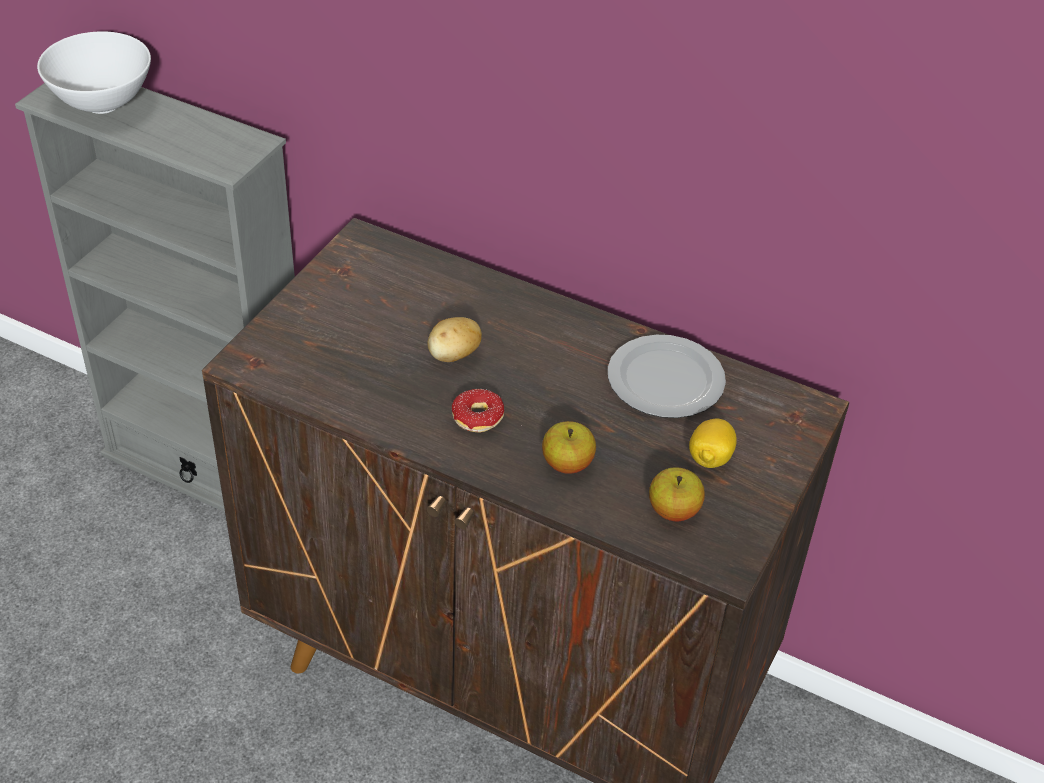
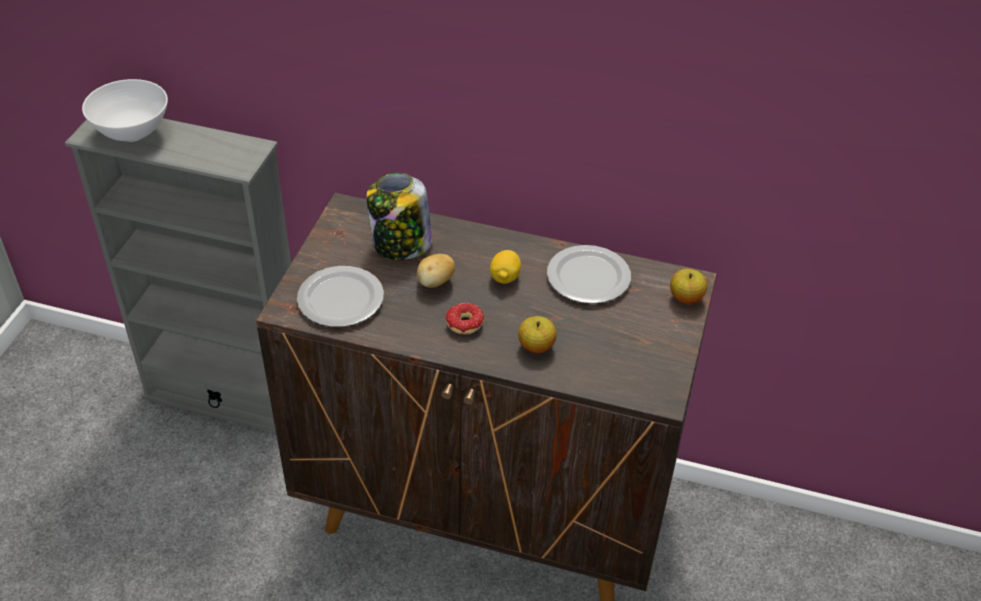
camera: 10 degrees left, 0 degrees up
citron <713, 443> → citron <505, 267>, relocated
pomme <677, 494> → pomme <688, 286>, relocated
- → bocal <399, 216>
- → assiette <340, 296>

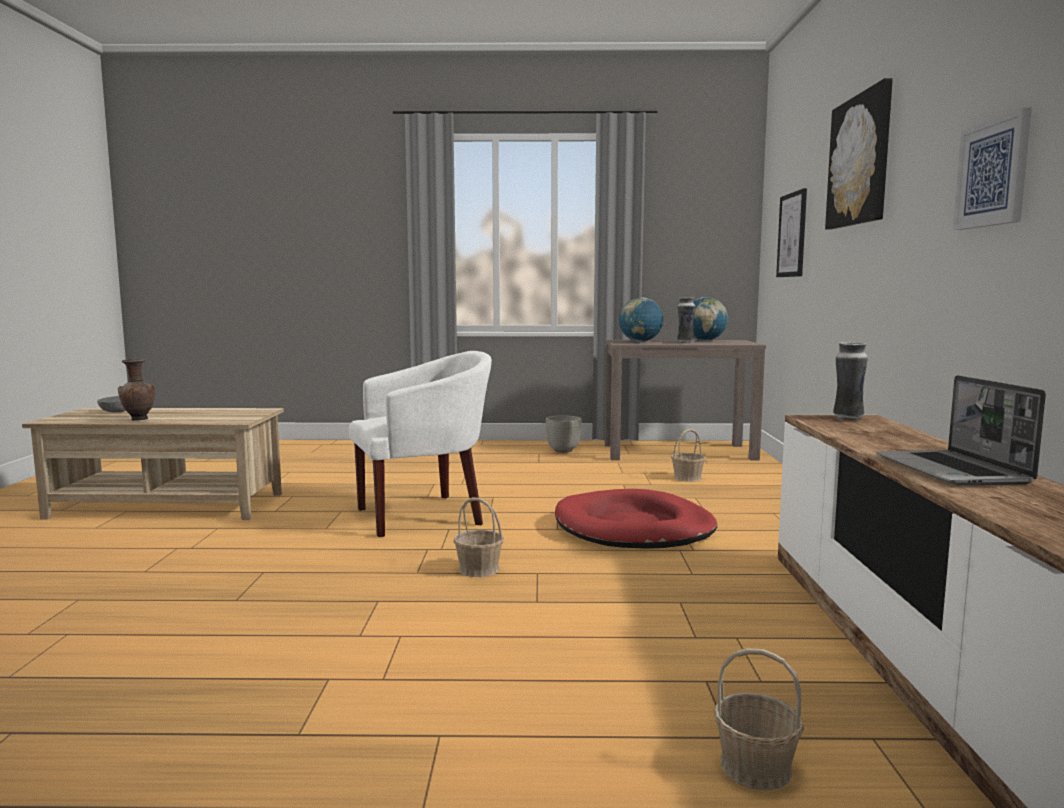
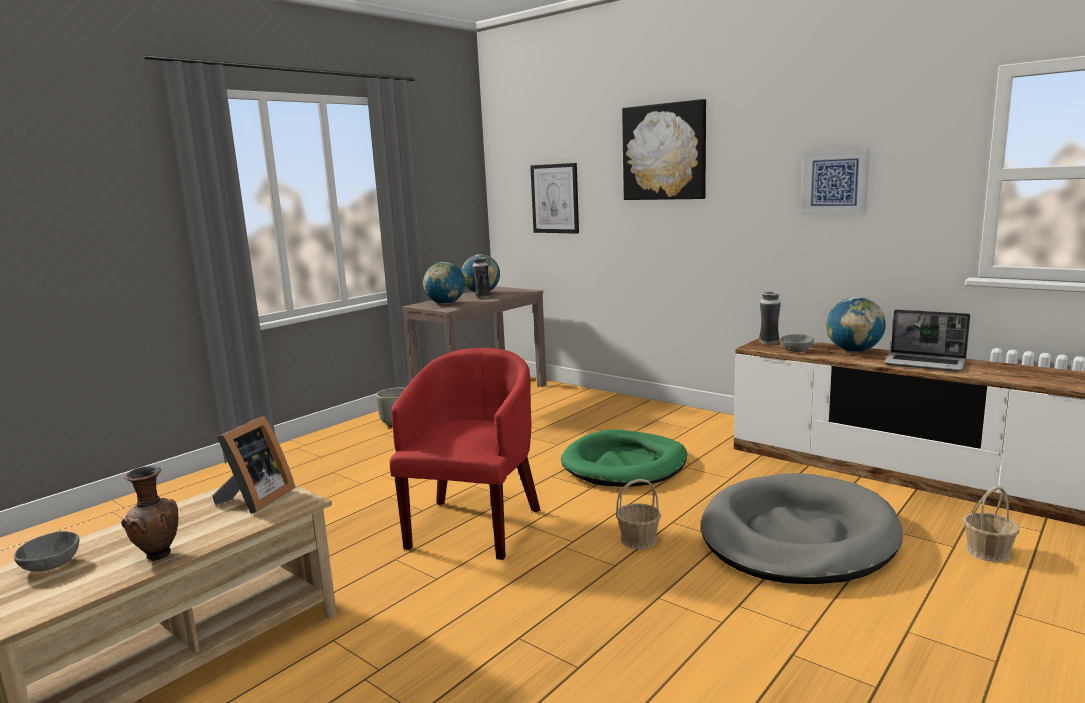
camera: 50 degrees left, 5 degrees up
fauteuil/blanc <420, 444> → fauteuil/rouge <465, 454>
panier <688, 455> → -
panier pour chien/rouge <636, 519> → panier pour chien/vert <624, 458>
- → globe <856, 324>
- → bol/gris <797, 343>
- → cadre photo <253, 465>
- → panier pour chien/gris <802, 528>

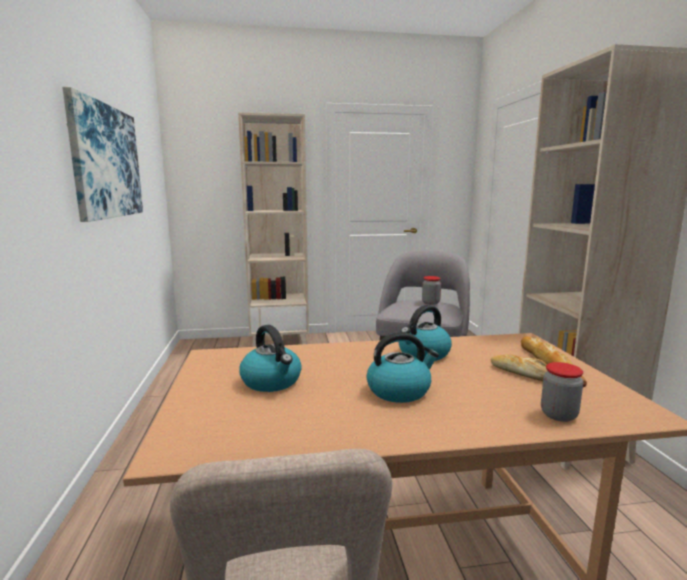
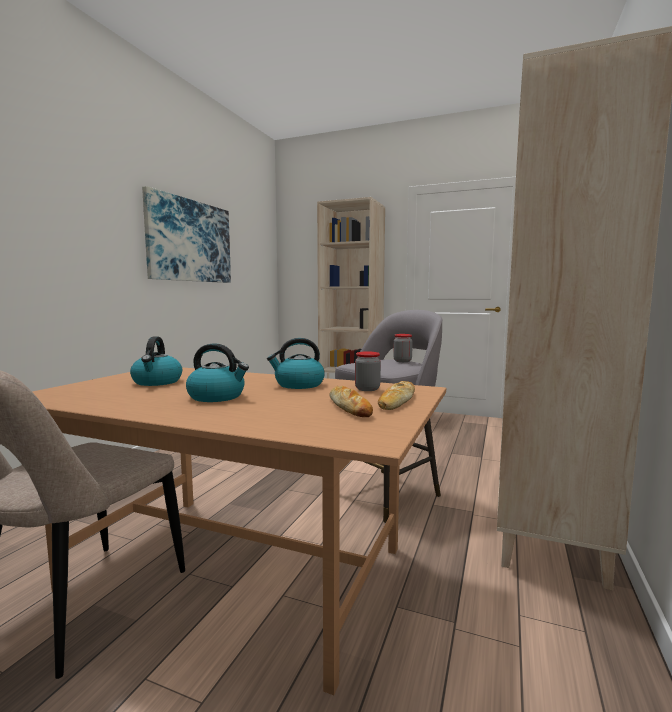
camera: 30 degrees right, 5 degrees down
bocal <562, 392> → bocal <368, 371>, relocated

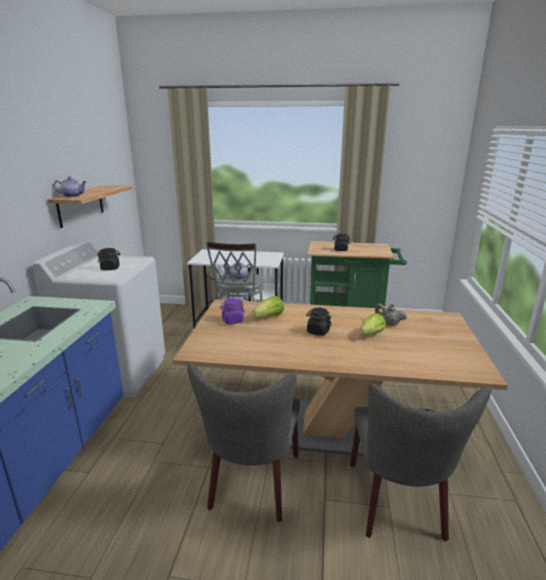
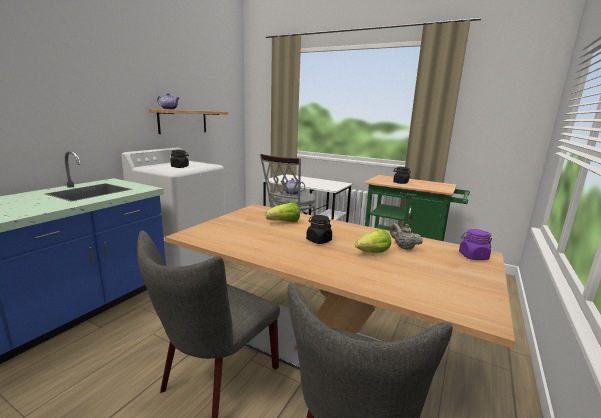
camera: 20 degrees right, 5 degrees down
bocal/violet <232, 311> → bocal/violet <475, 244>, relocated

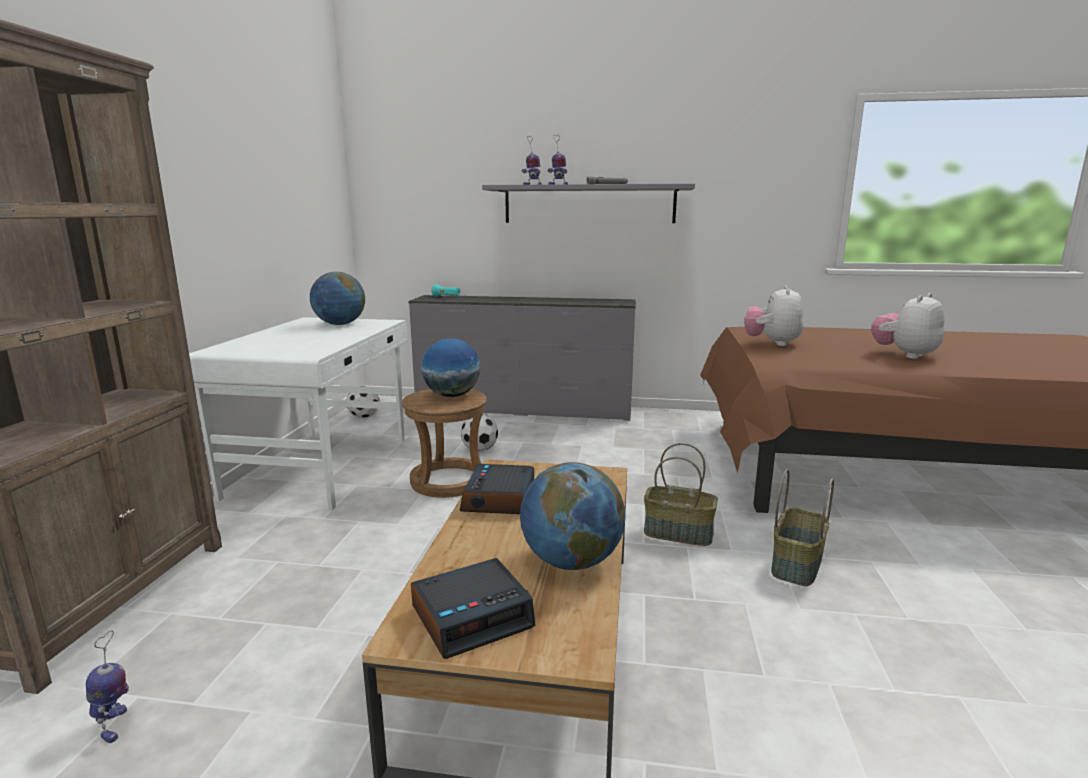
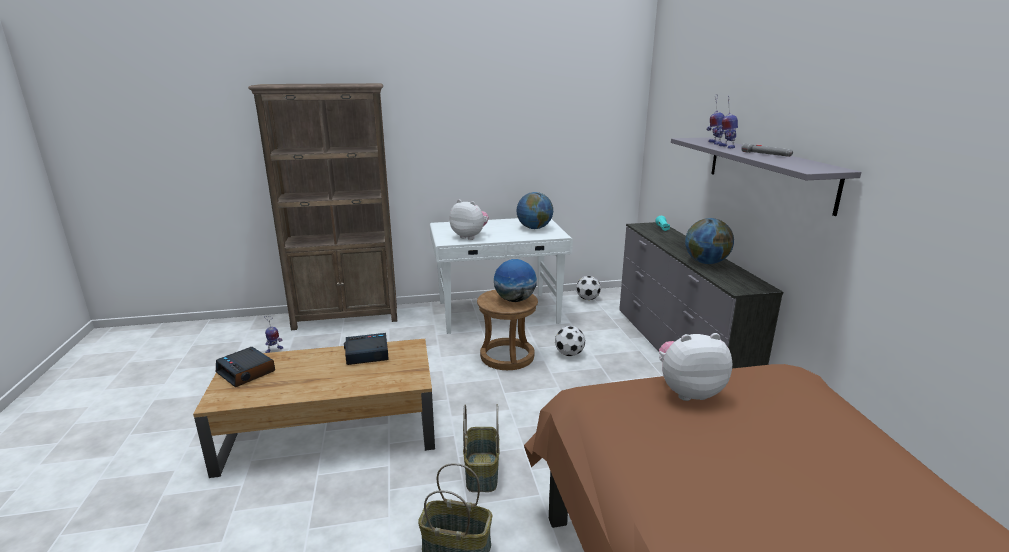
camera: 70 degrees right, 5 degrees up
peluche <908, 326> → peluche <469, 219>, relocated
globe <573, 516> → globe <709, 241>, relocated

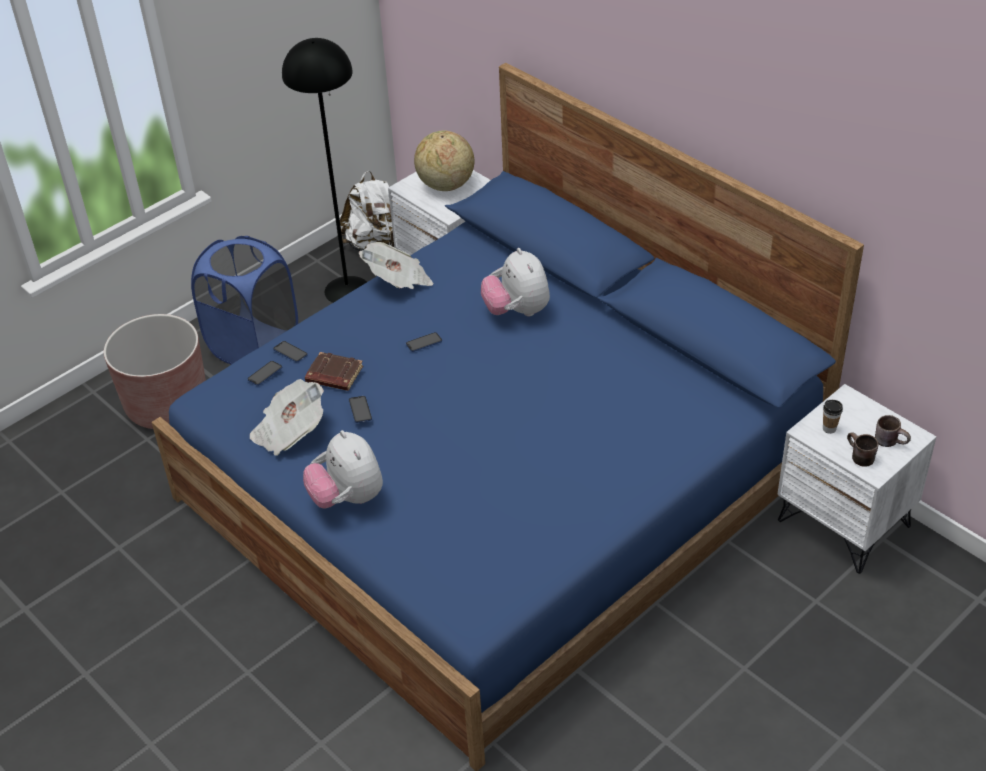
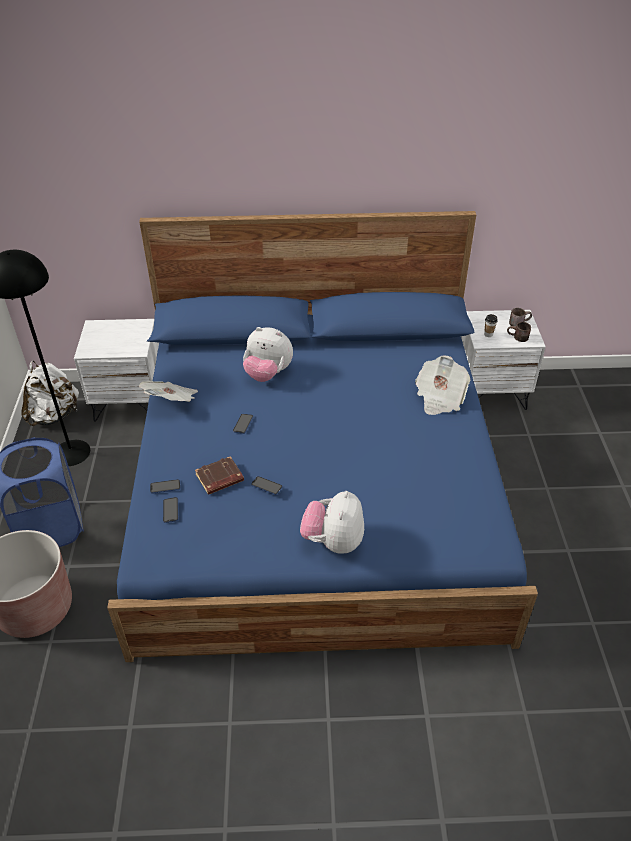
camera: 50 degrees left, 0 degrees up
globe <444, 160> → -
journal <287, 417> → journal <443, 385>, relocated
peluche <343, 469> → peluche <332, 522>, 90 degrees clockwise

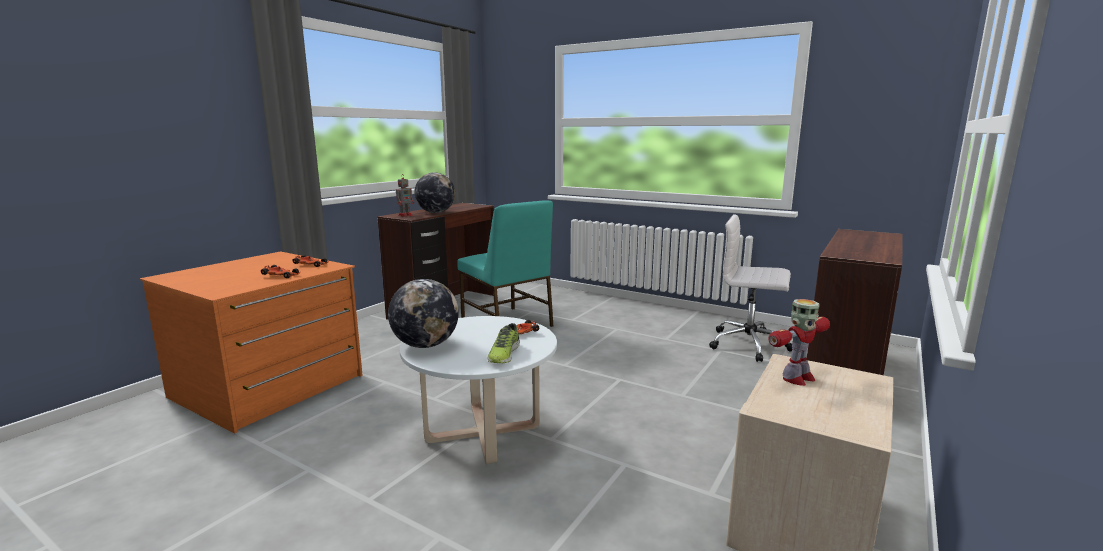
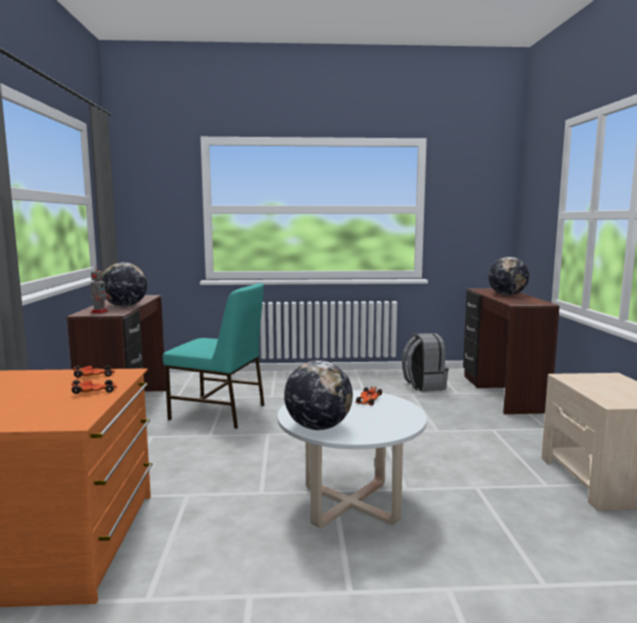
camera: 35 degrees left, 5 degrees down
chaise de bureau/blanc <750, 288> → sac à dos/gris <425, 362>
robot jouet <799, 342> → -
chaussure <504, 343> → -
- → globe <508, 276>

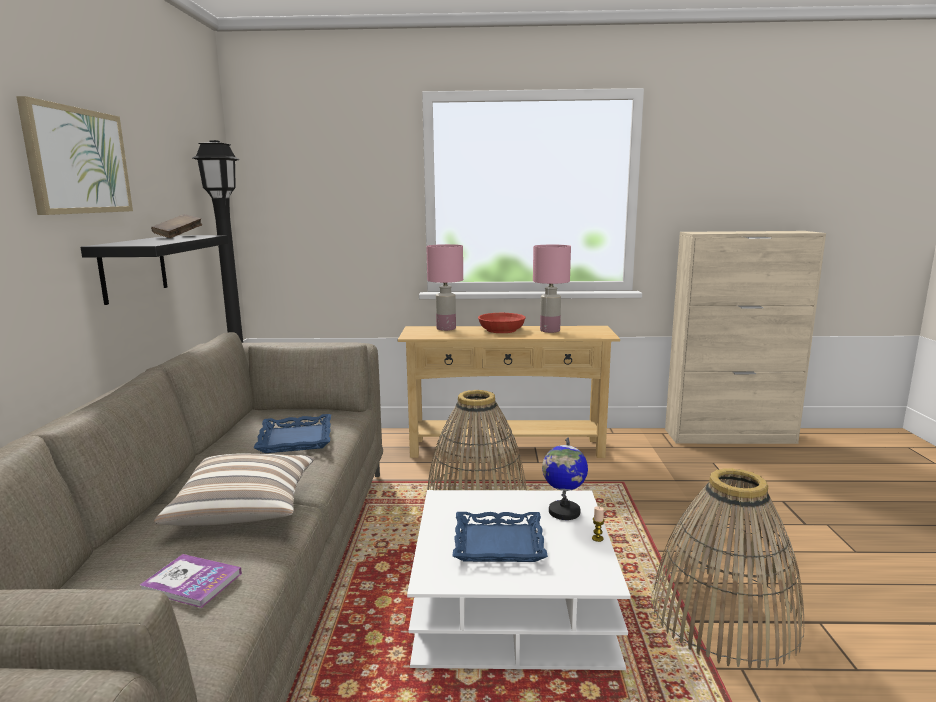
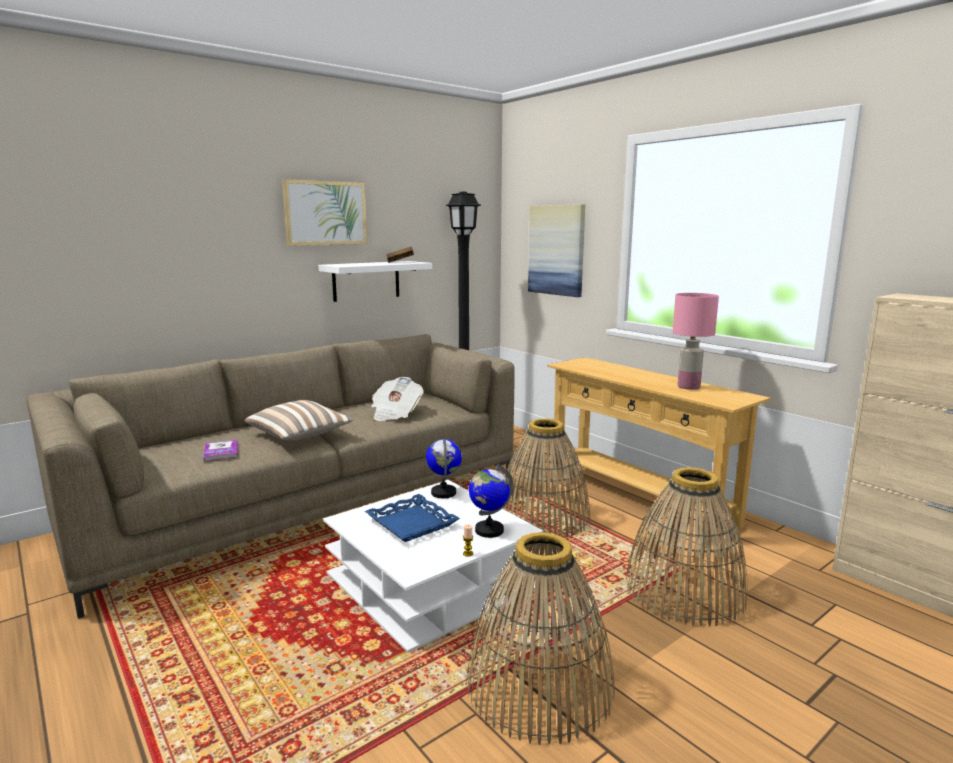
camera: 50 degrees right, 0 degrees up
étagère/noir <154, 270> → étagère/blanc <375, 281>
lampe de table/rose <444, 287> → -
bol/rouge <502, 323> → -
plateau/bleu <292, 433> → journal <397, 399>
- → tableau <556, 250>
- → globe <444, 468>
- → panier <686, 546>

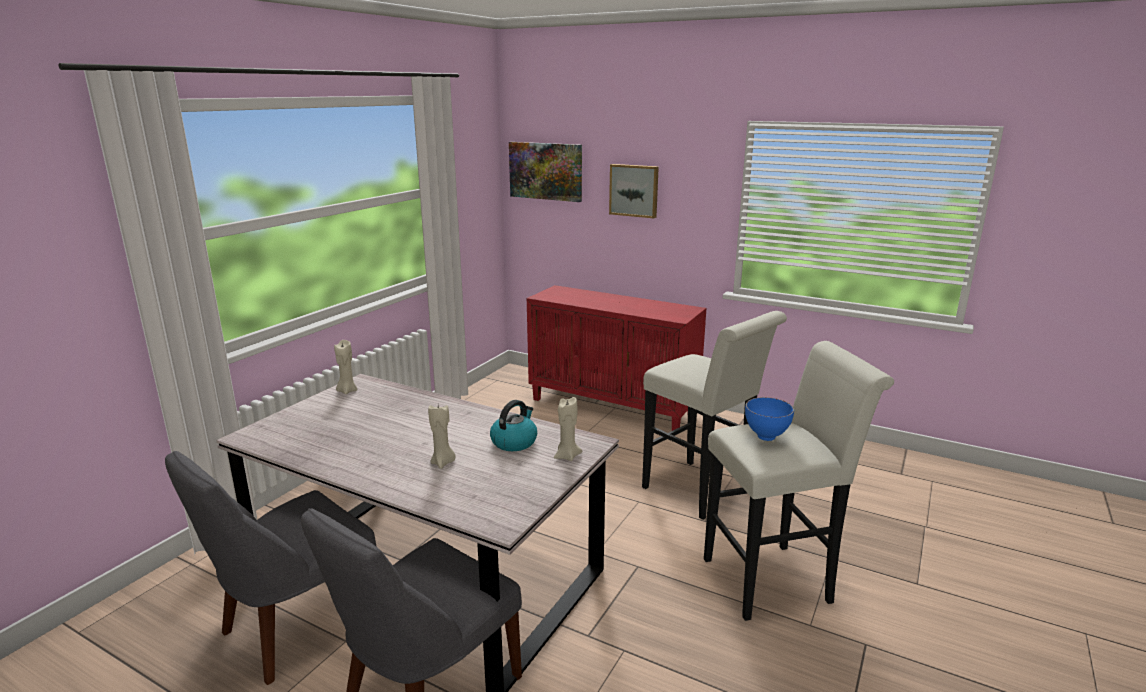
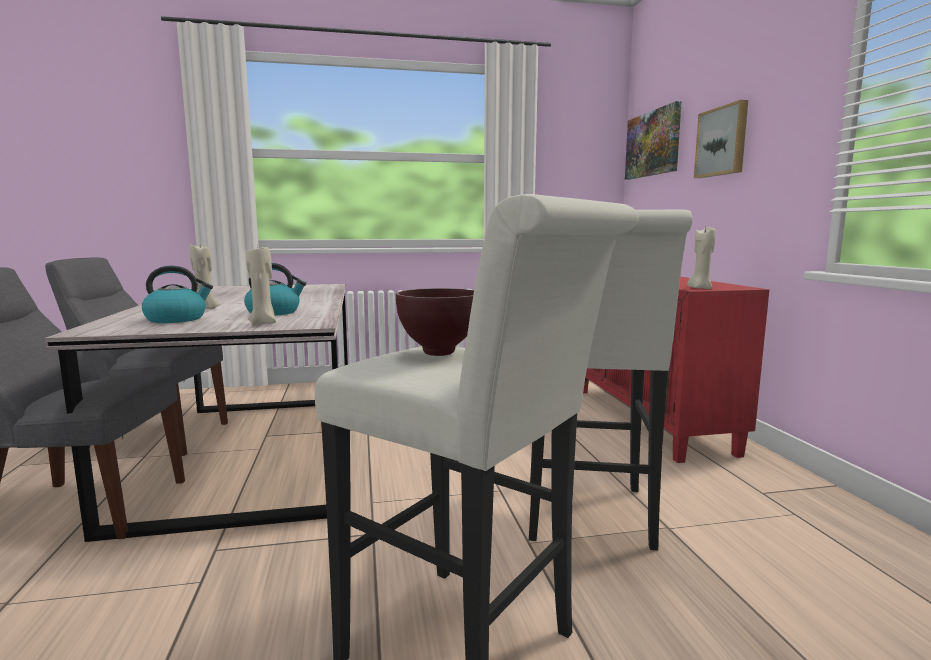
camera: 50 degrees right, 10 degrees down
bougie/beige <346, 367> → bougie/beige <701, 258>, relocated
bol/bleu <769, 419> → bol/marron <435, 322>
- → bouilloire <177, 294>

